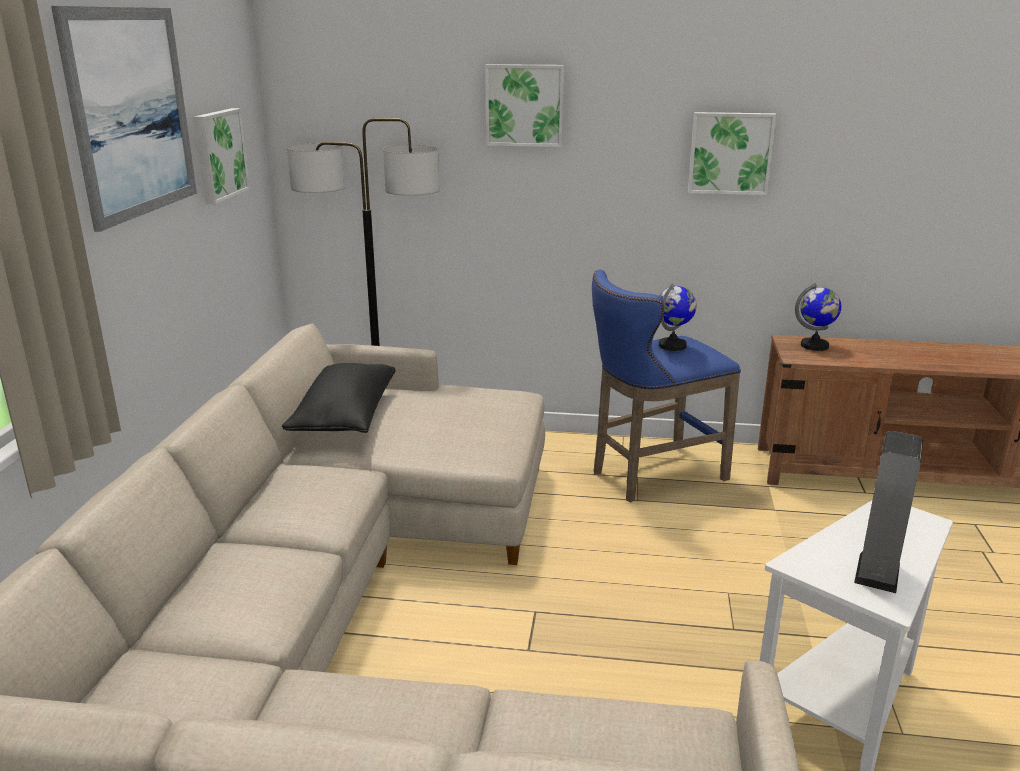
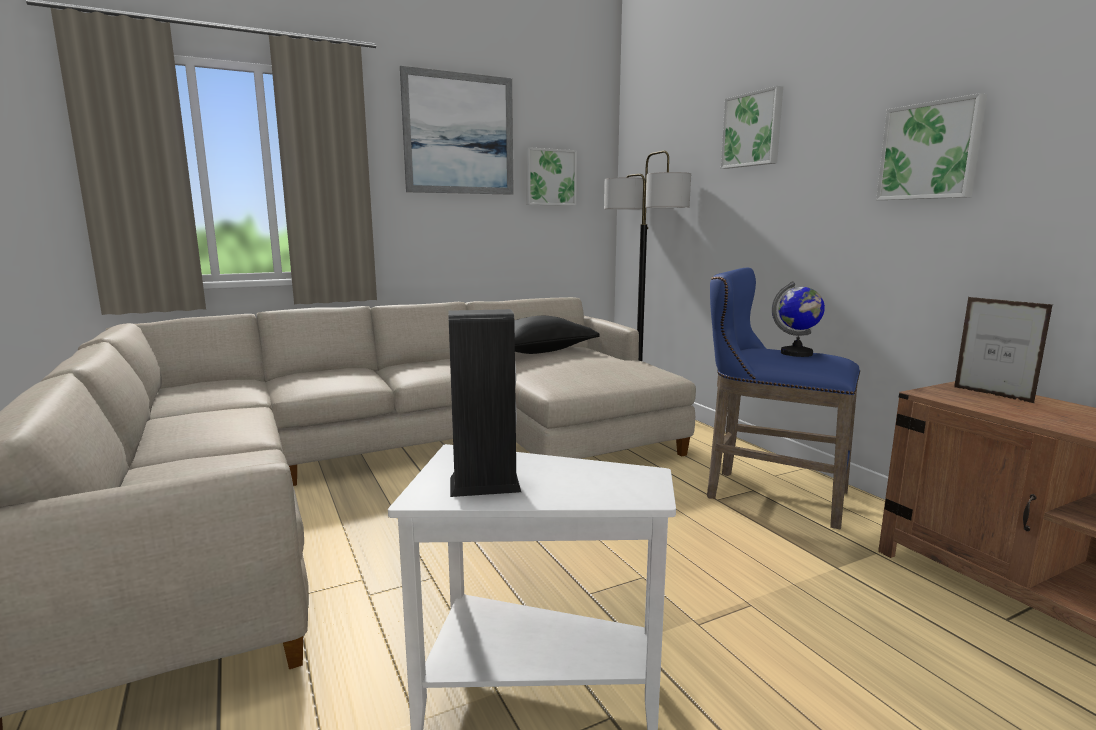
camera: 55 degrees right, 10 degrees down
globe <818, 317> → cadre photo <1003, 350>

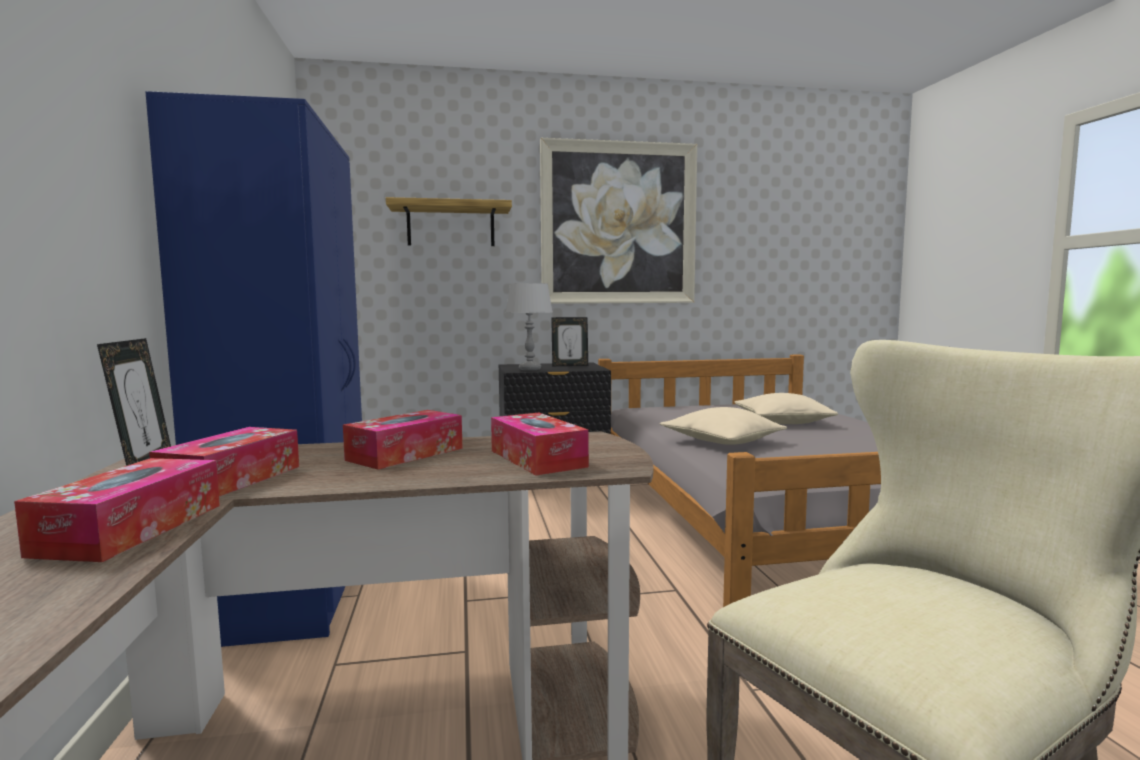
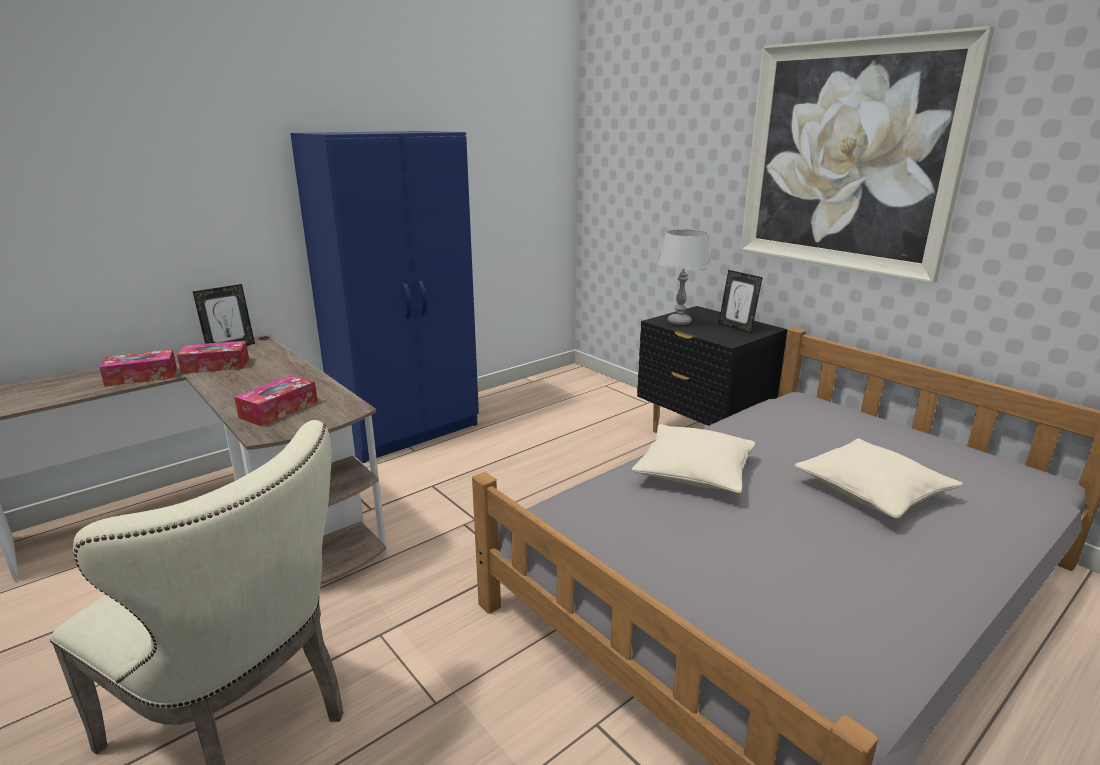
camera: 60 degrees right, 15 degrees up
étagère <449, 221> → -
boîte à mouchoirs <403, 440> → -

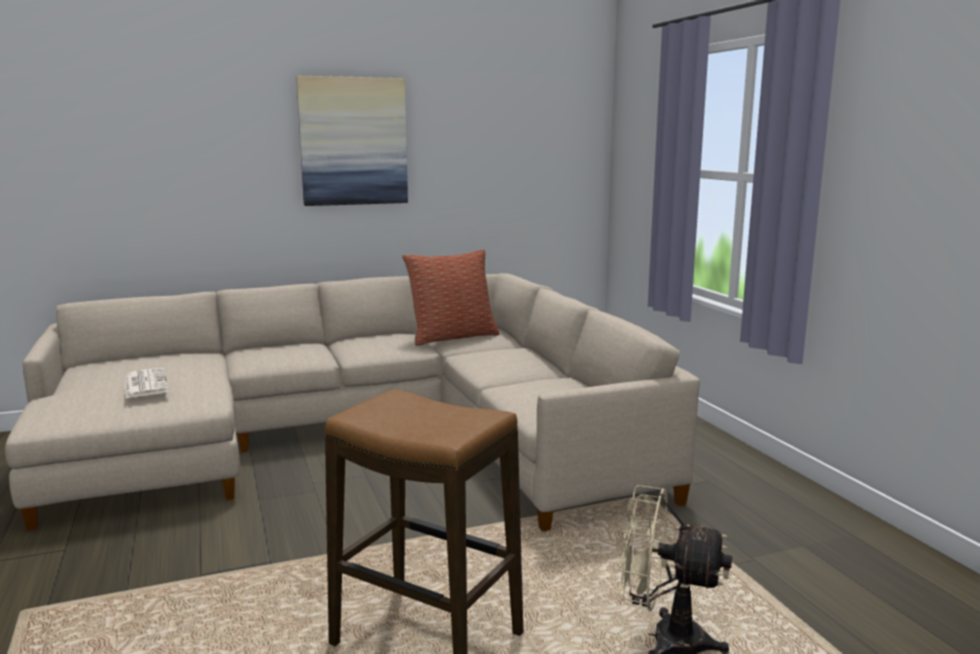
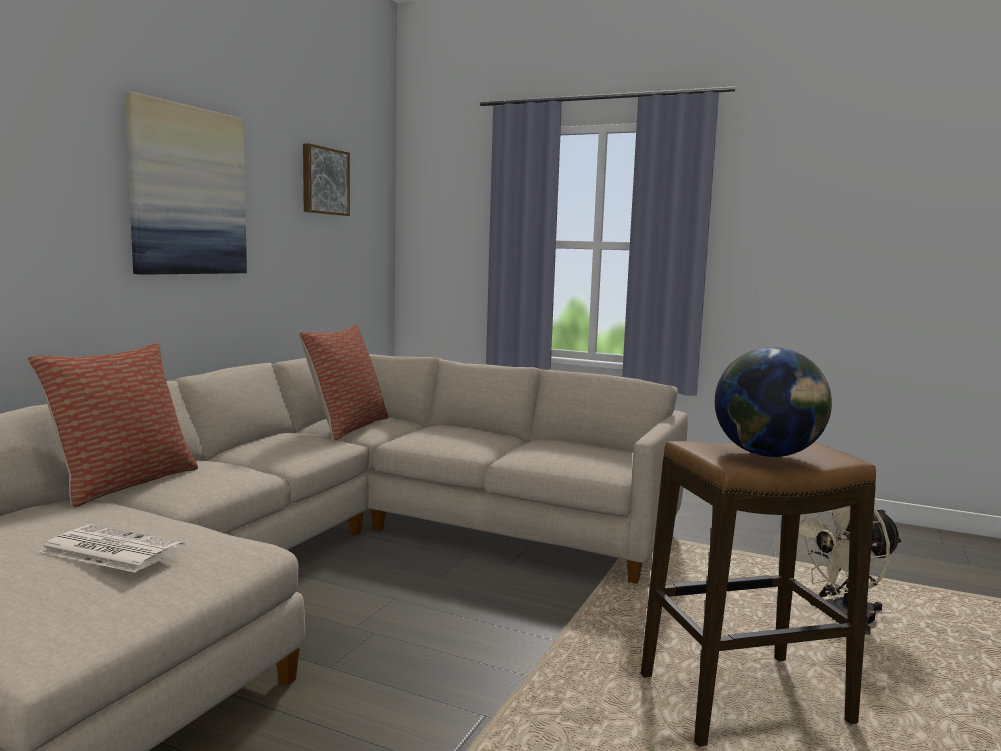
camera: 45 degrees left, 5 degrees down
- → tableau <326, 179>
- → coussin <113, 425>
- → globe <773, 402>

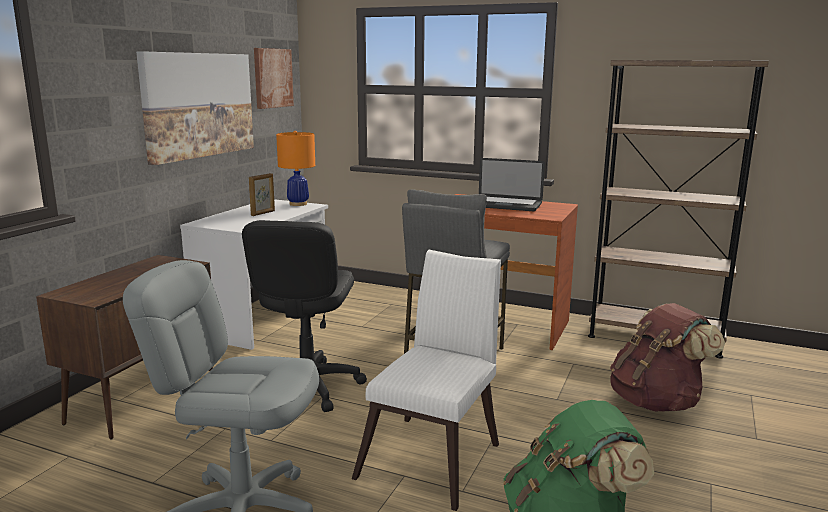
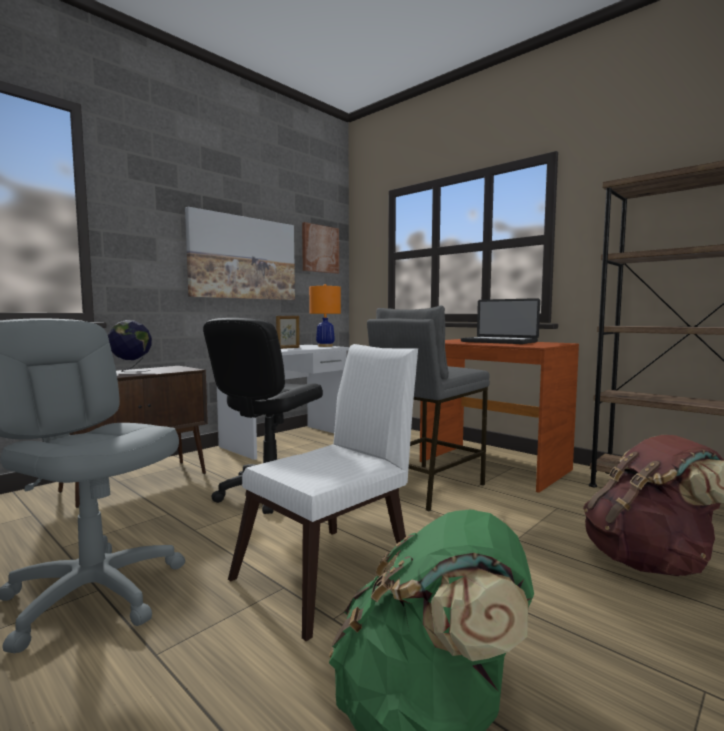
camera: 20 degrees right, 10 degrees down
- → globe <130, 346>

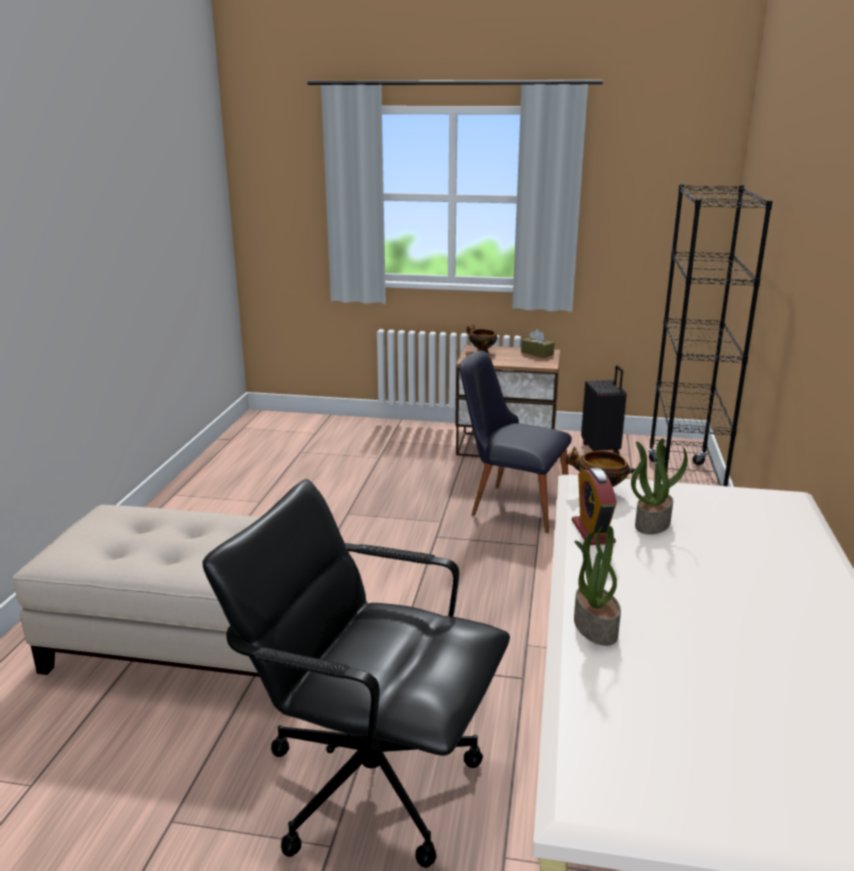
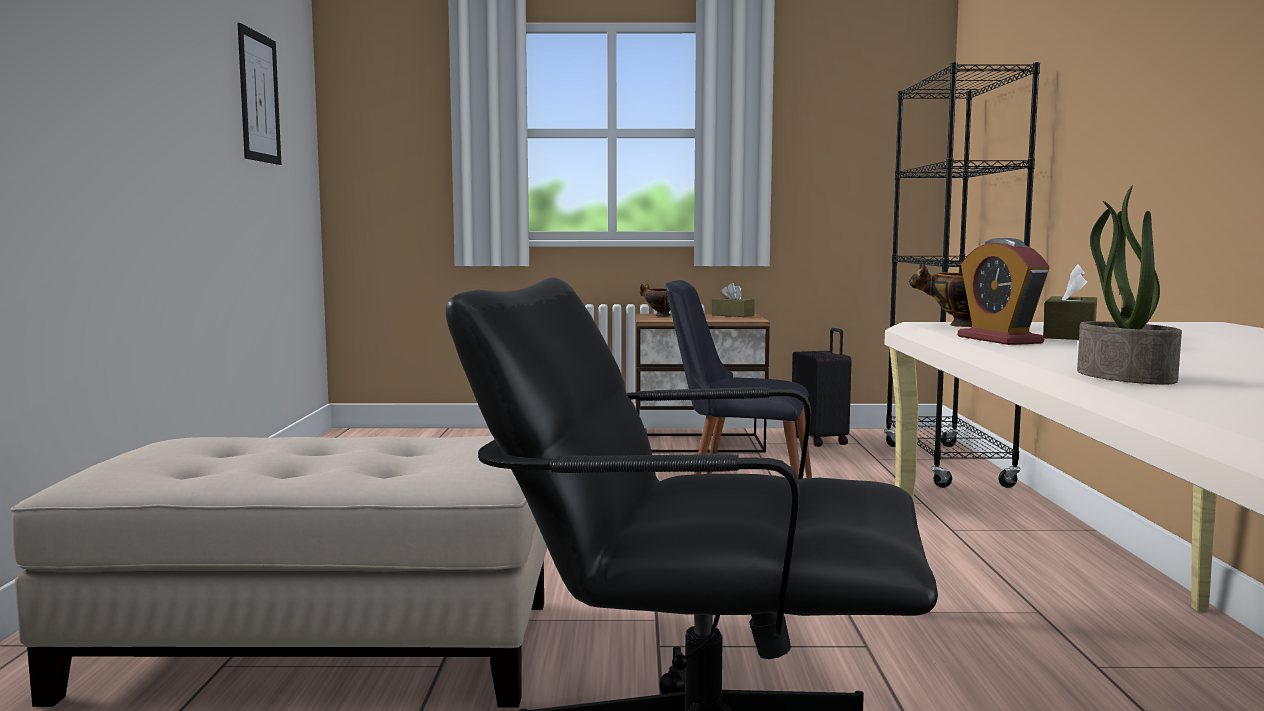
camera: 10 degrees left, 15 degrees down
plante en pot <659, 486> → boîte à mouchoirs/marron <1070, 302>
- → tableau <260, 94>

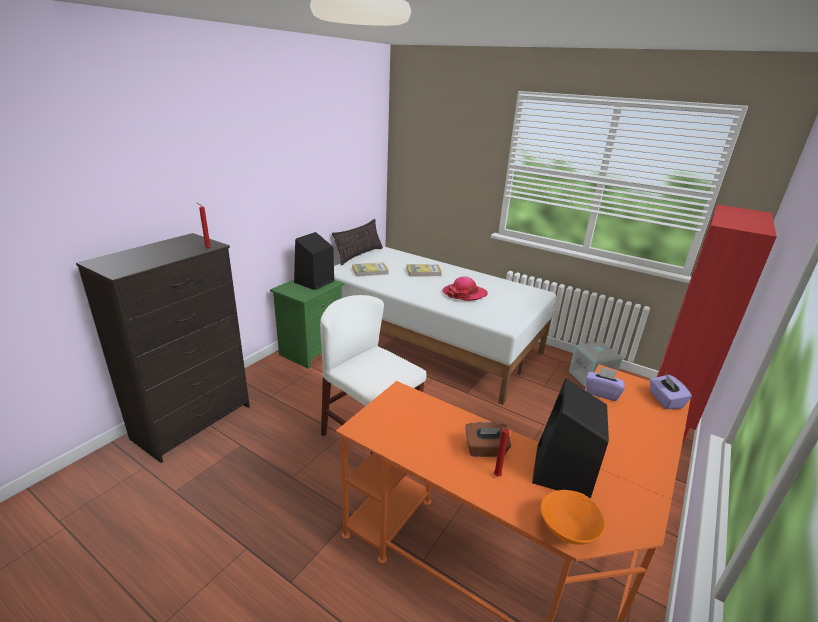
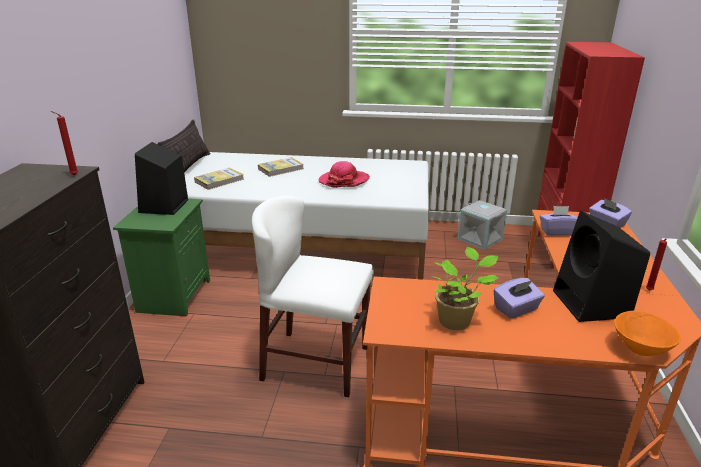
camera: 25 degrees left, 0 degrees up
boîte à mouchoirs/marron <488, 439> → boîte à mouchoirs/violet <519, 298>
bougie/rouge <501, 452> → bougie/rouge <656, 264>, relocated
- → plante en pot <465, 288>

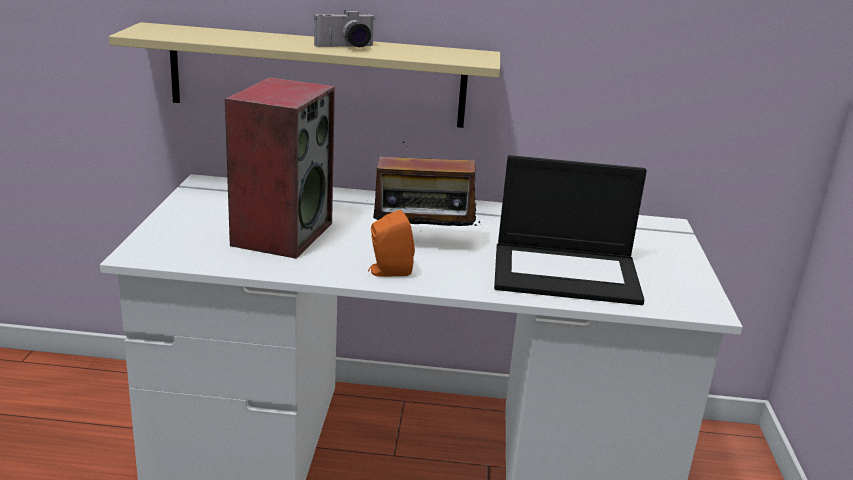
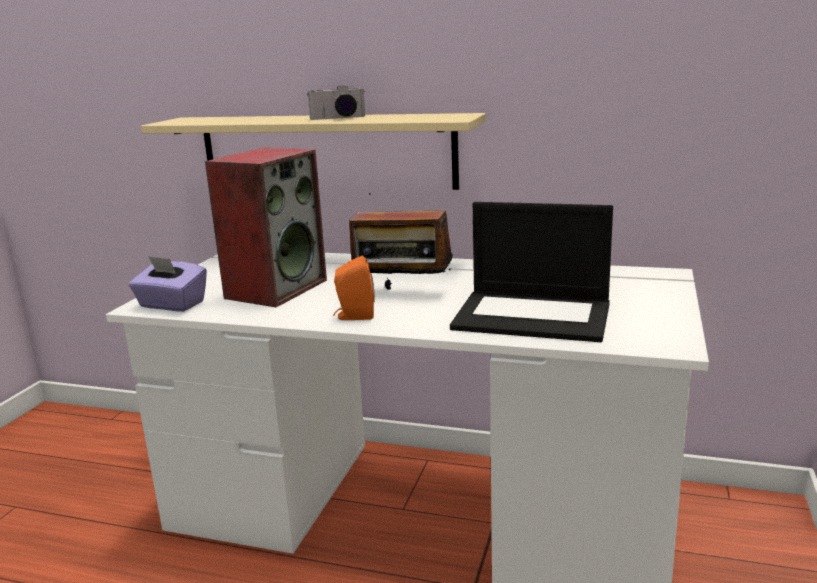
camera: 15 degrees right, 5 degrees down
- → boîte à mouchoirs/violet <168, 284>

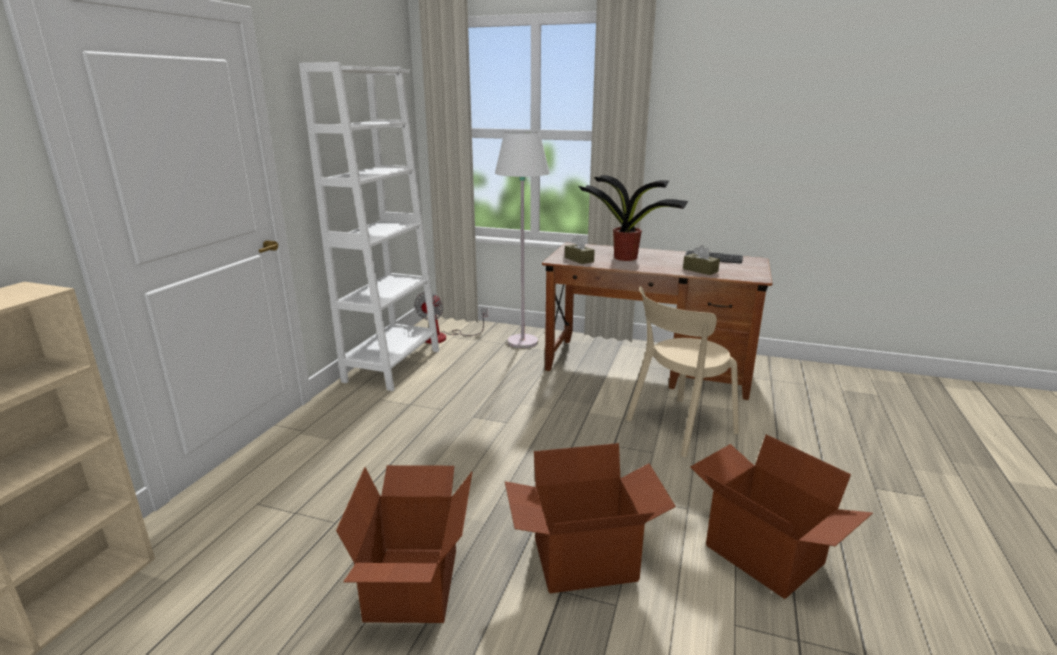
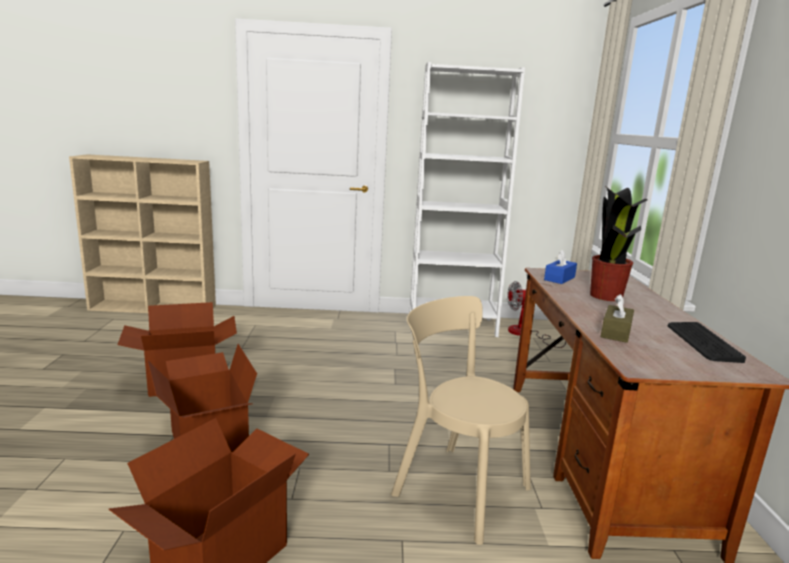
camera: 70 degrees right, 5 degrees down
lampadaire/blanc <522, 239> → -
boîte à mouchoirs/marron <580, 250> → boîte à mouchoirs/bleu <560, 267>

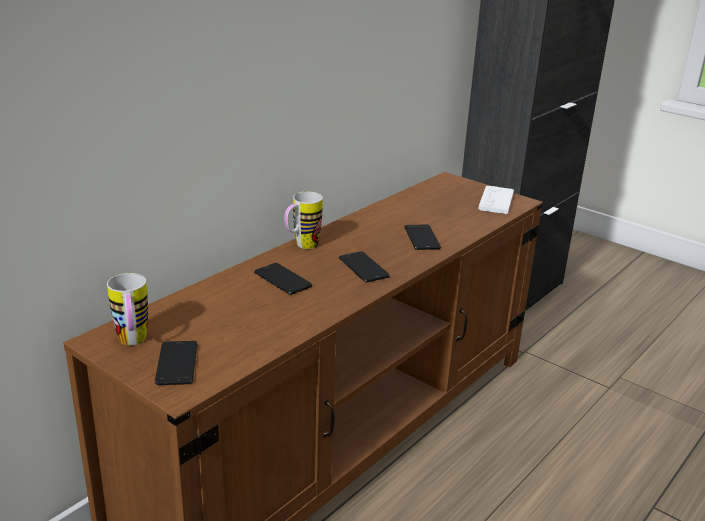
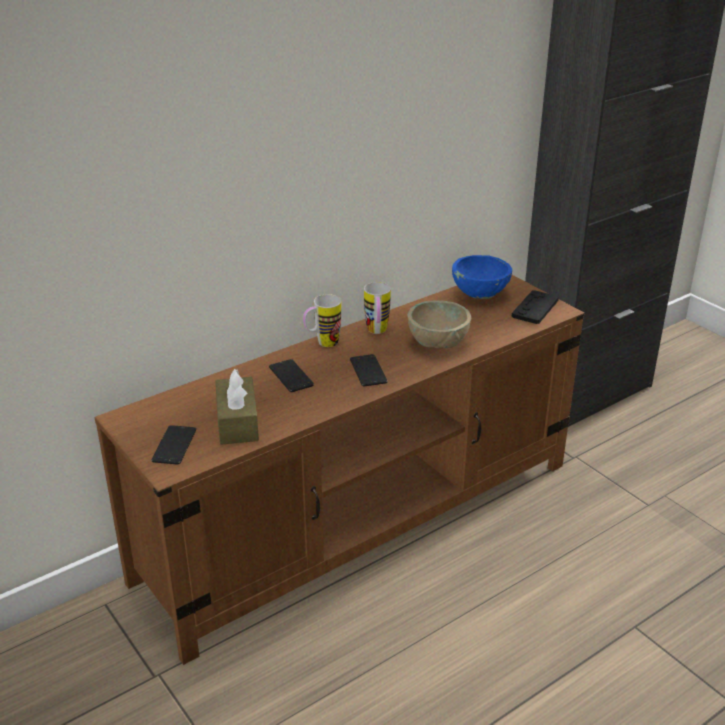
camera: 15 degrees right, 5 degrees up
manette/blanc <496, 200> → manette/noir <535, 307>
téléphone <423, 237> → bol/beige <439, 324>
mug <127, 309> → mug <377, 308>, relocated
- → bol/bleu <482, 277>
- → boîte à mouchoirs/marron <237, 407>

